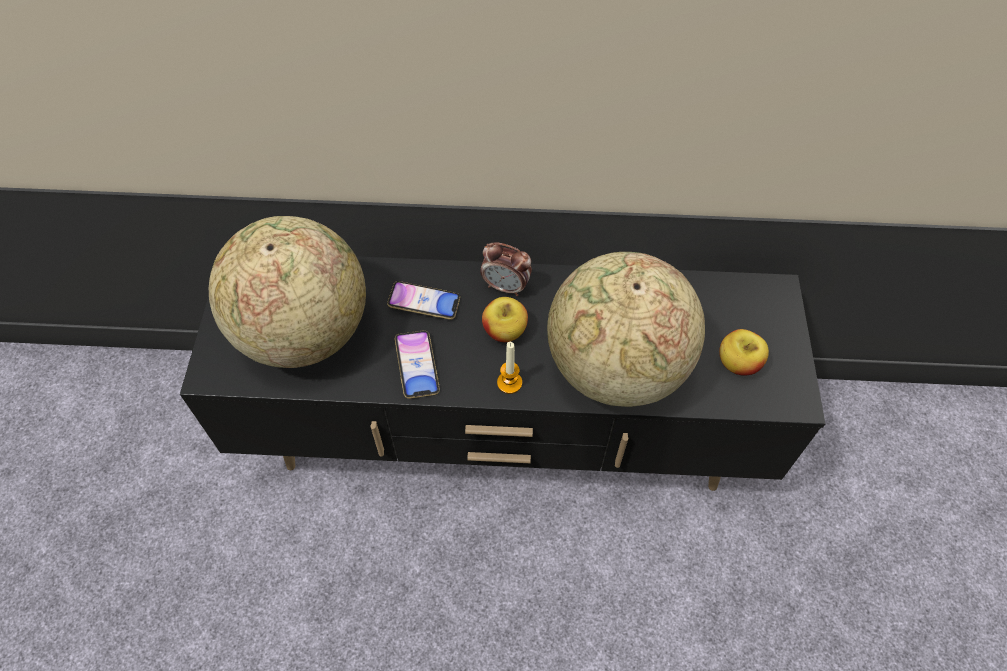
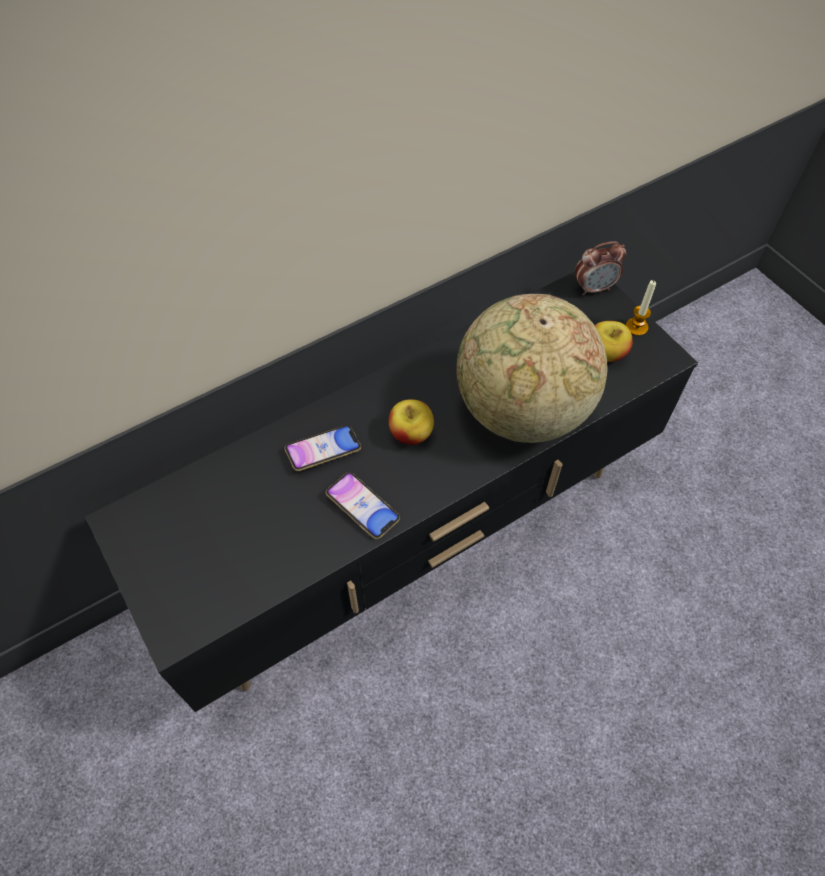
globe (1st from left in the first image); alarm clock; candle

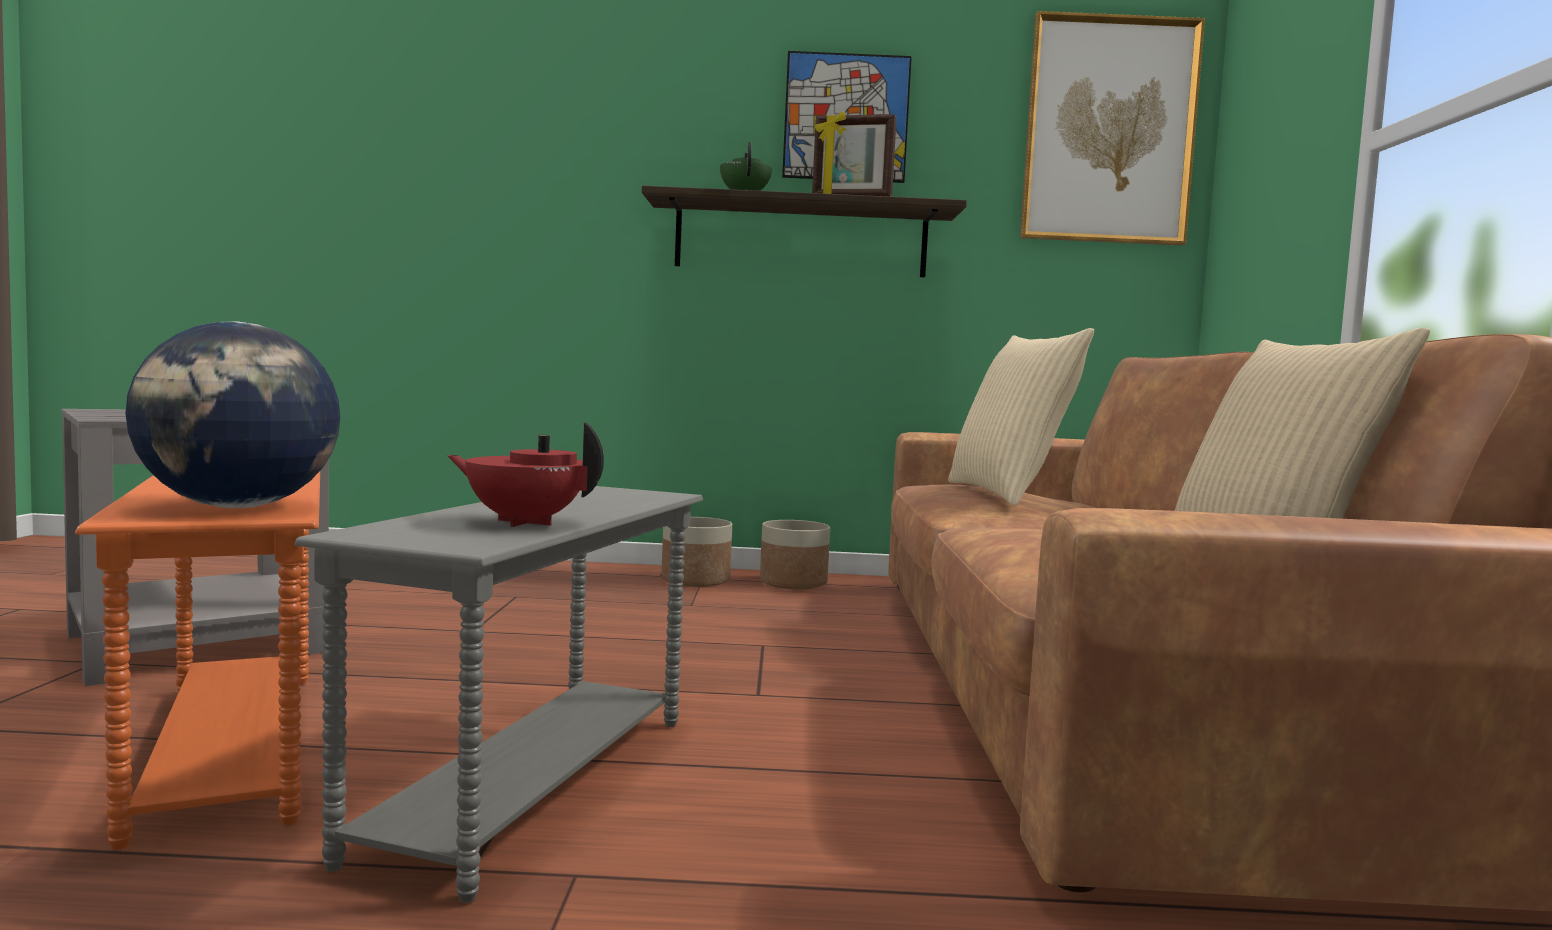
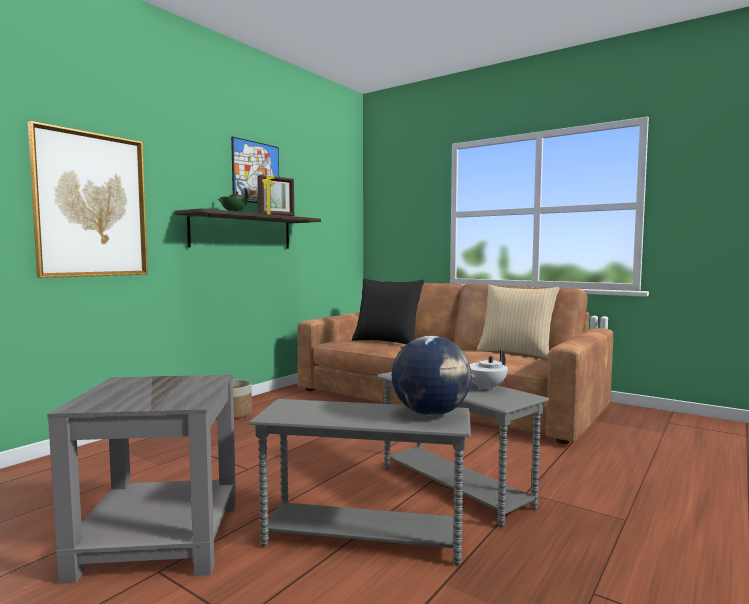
side table (grey) (2nd from left); teapot (white); planter (2nd from left in the first image); pillow (black); picture (1st from left)

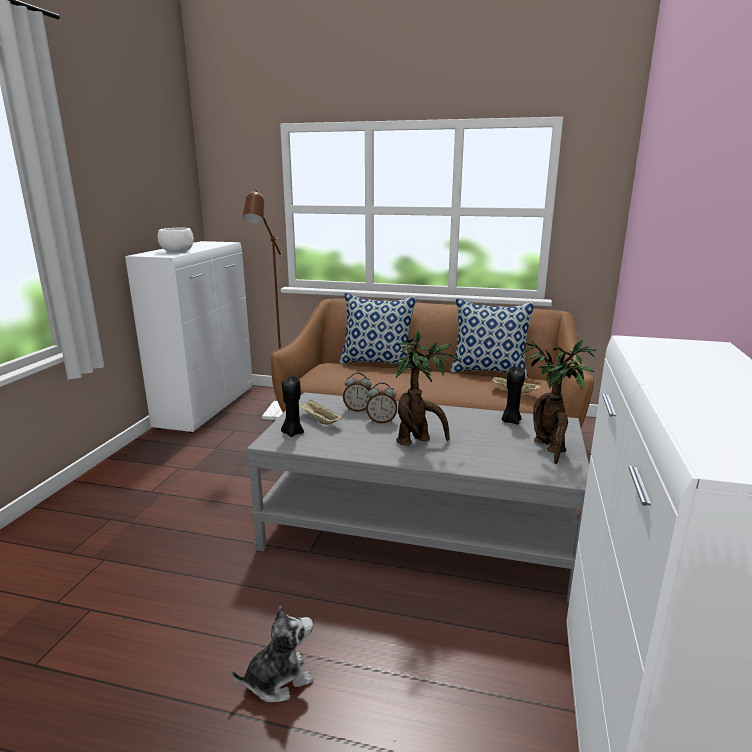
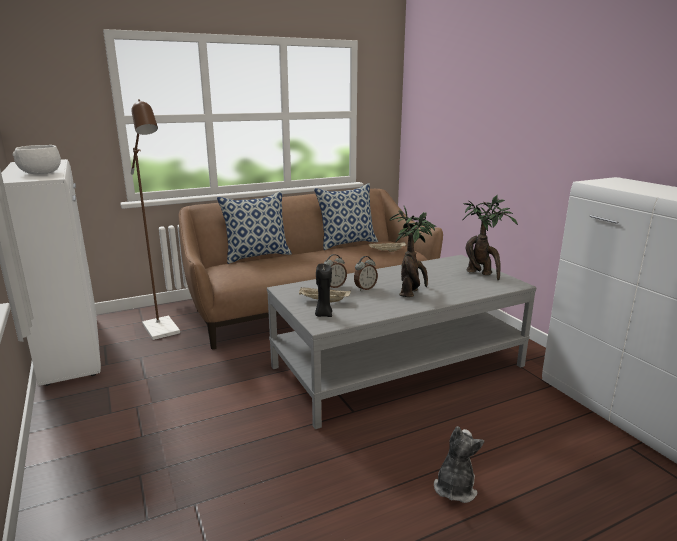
candle (black) (2nd from left in the first image)

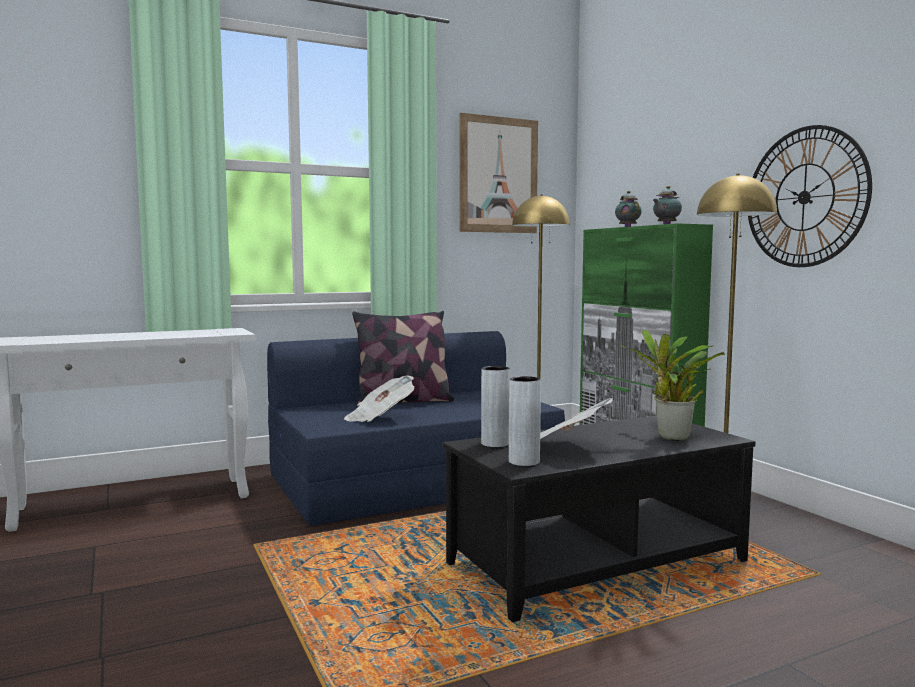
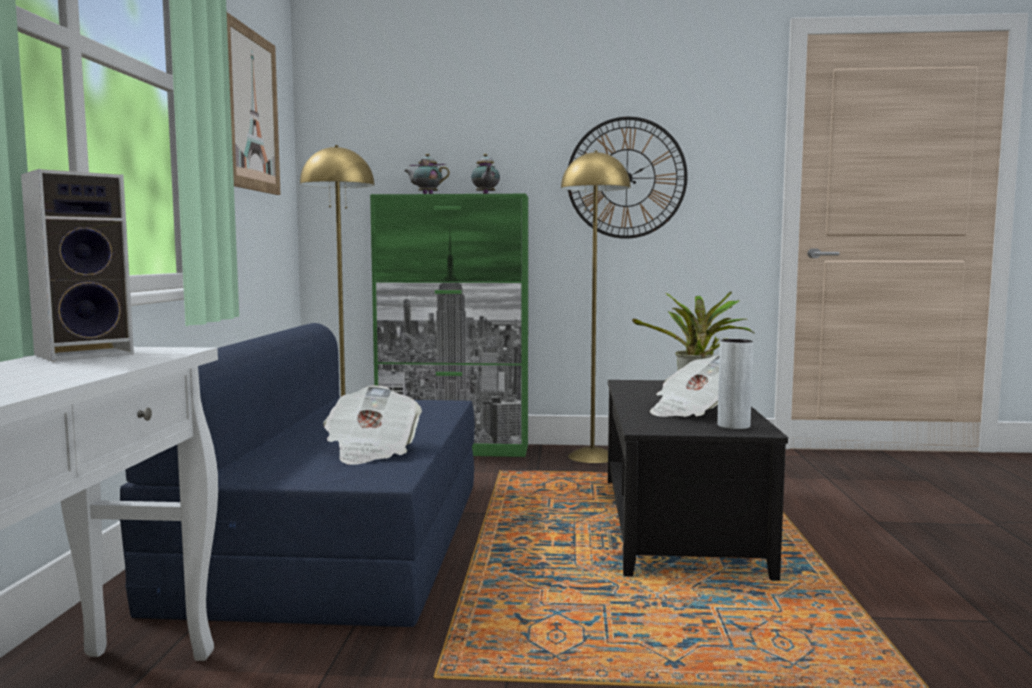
pillow; vase (grey) (1st from left in the first image); speaker

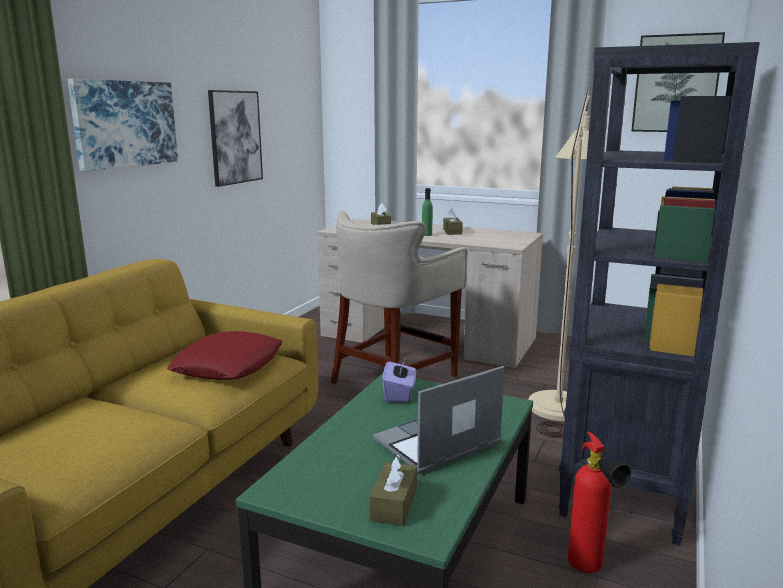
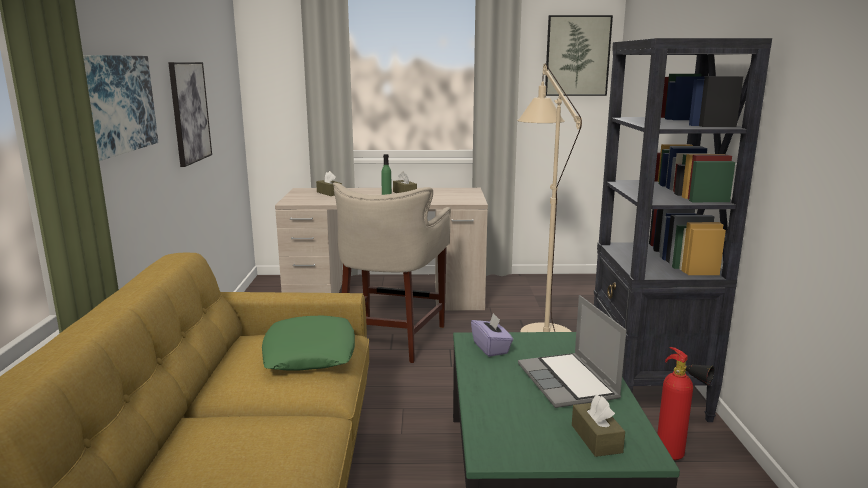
pillow (green); laptop

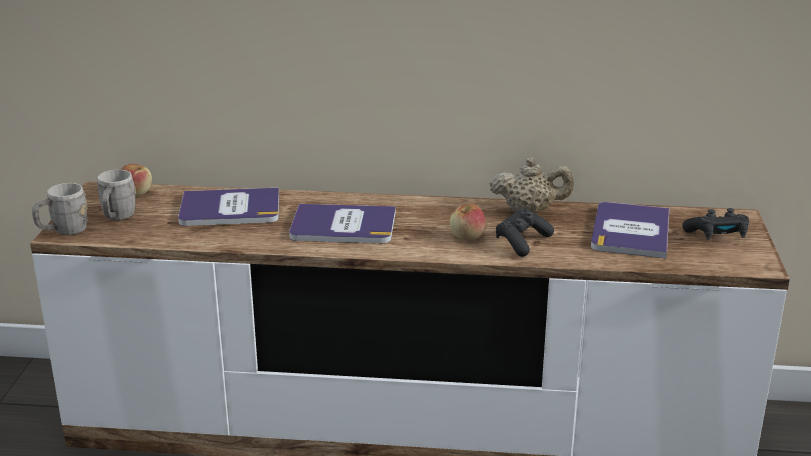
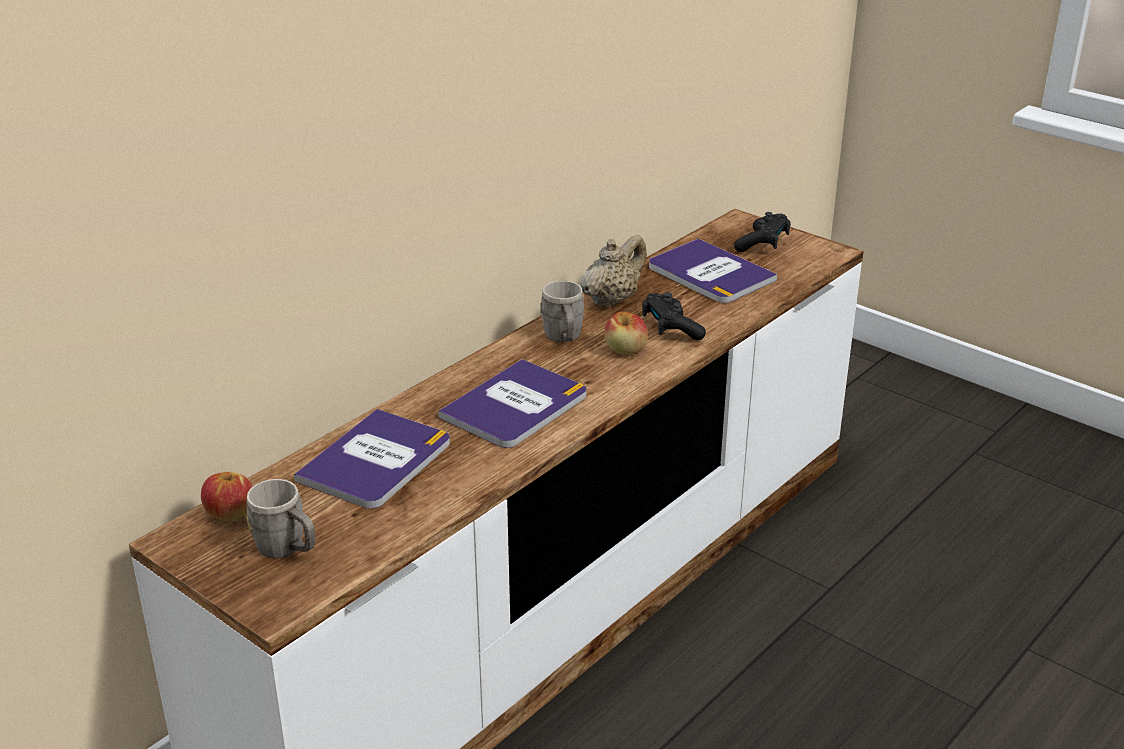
mug (grey) (2nd from left)

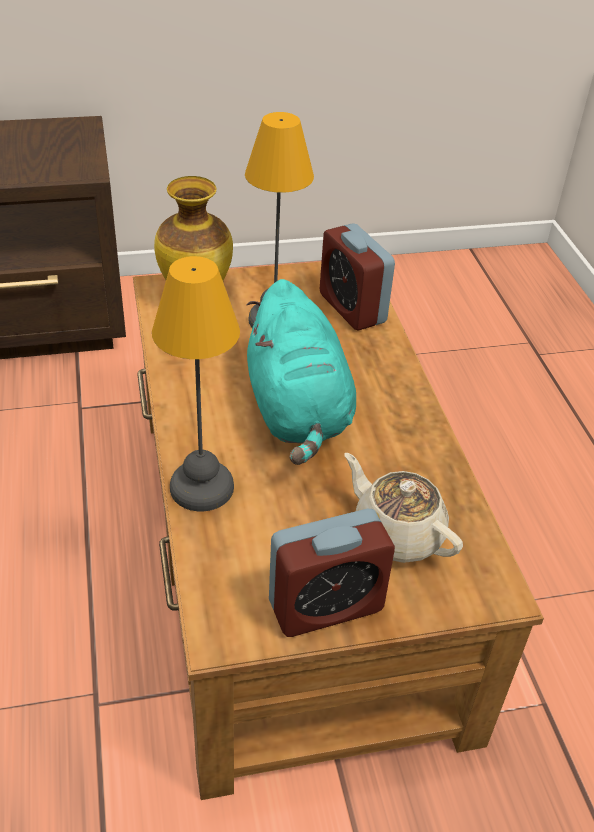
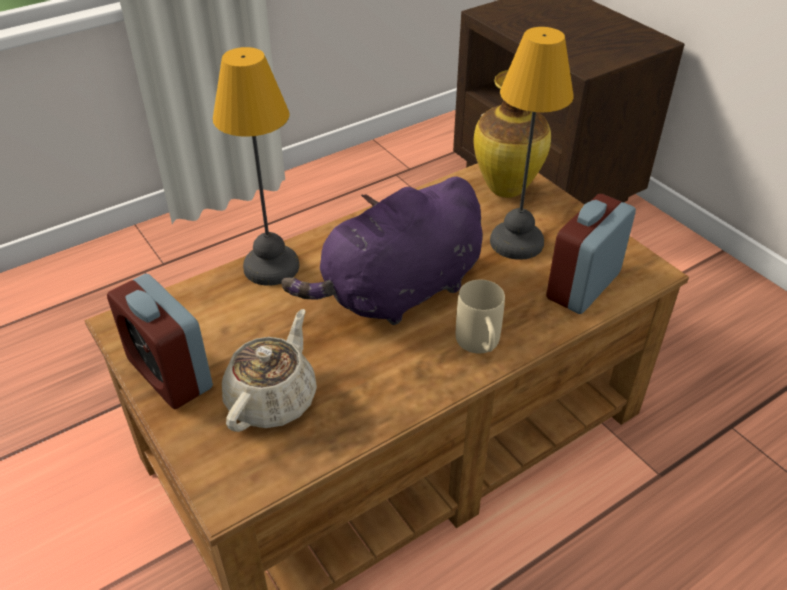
plush toy (purple); mug (beige)

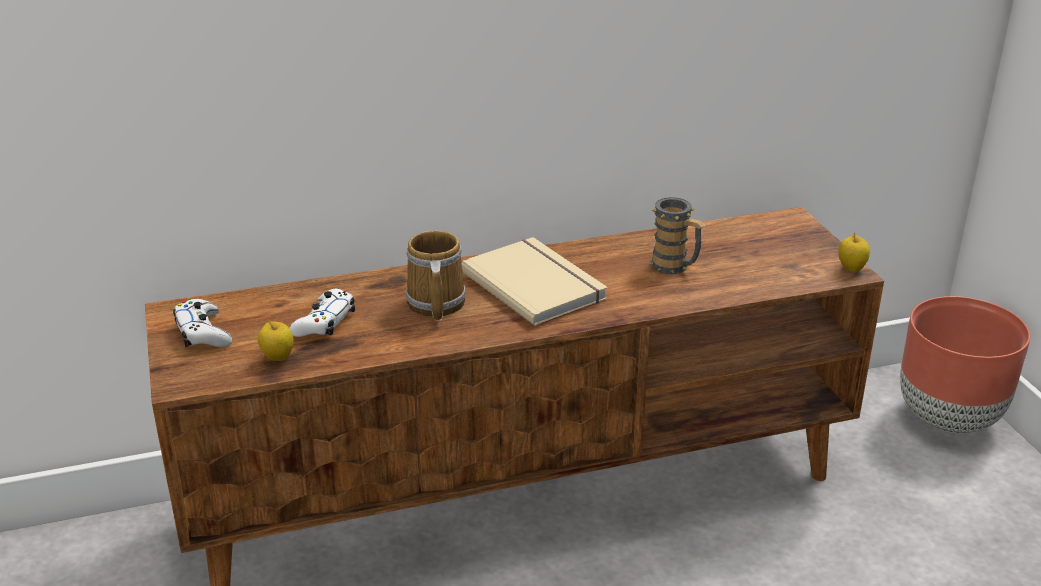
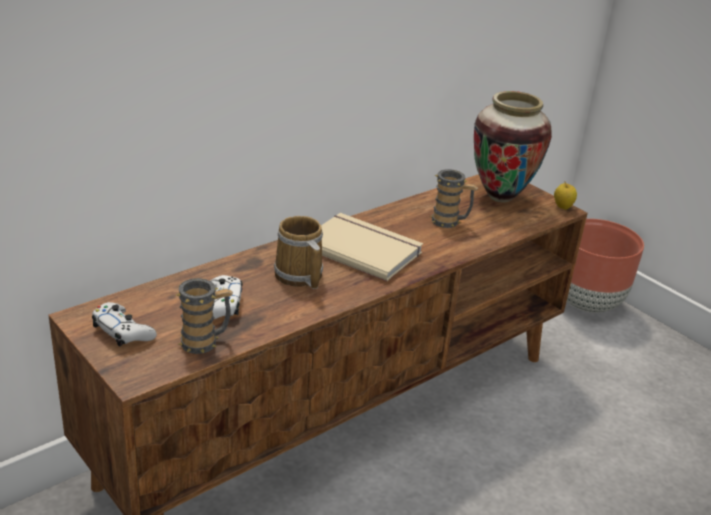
mug (1st from left); vase

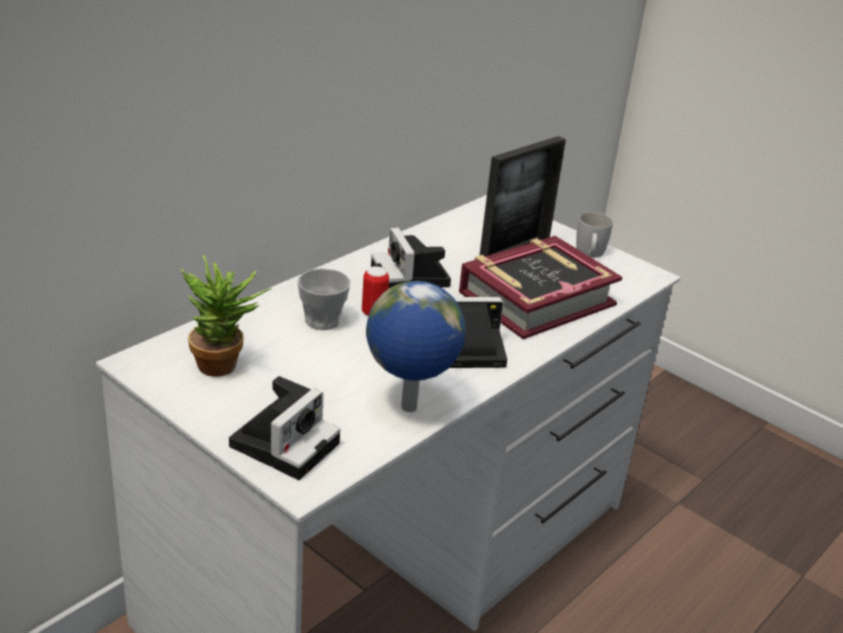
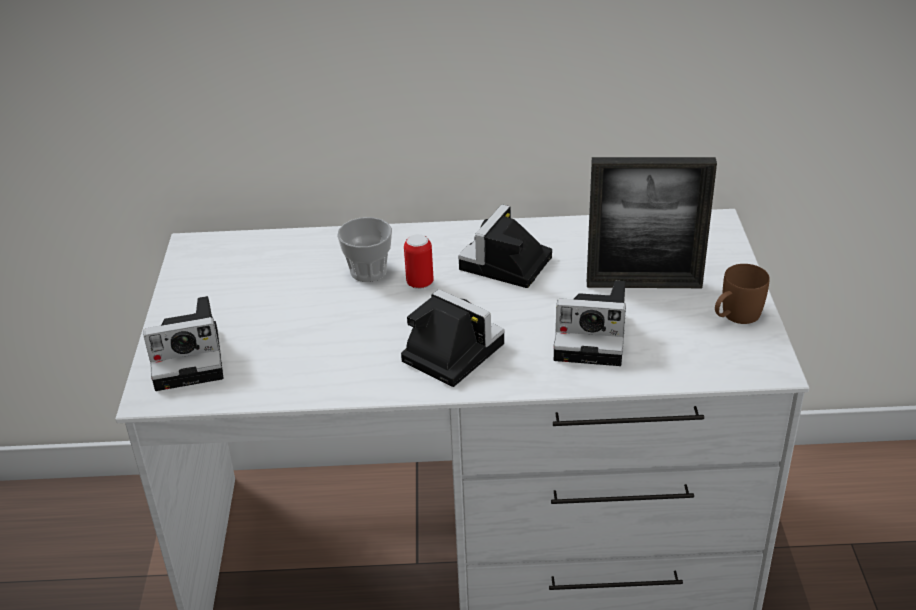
potted plant; globe; photo camera (4th from left); mug (brown)

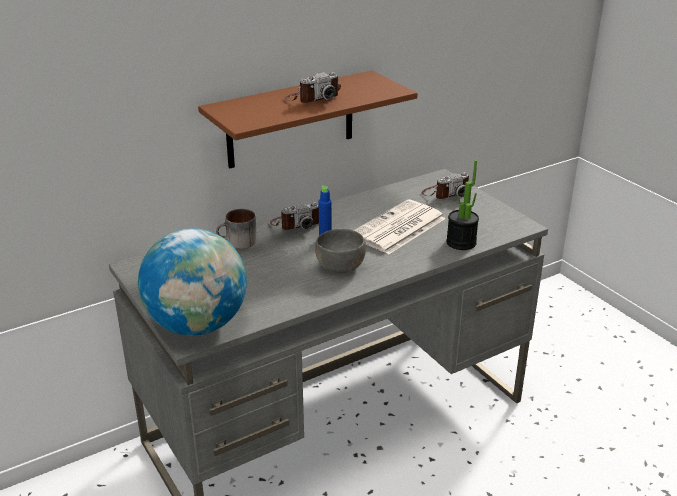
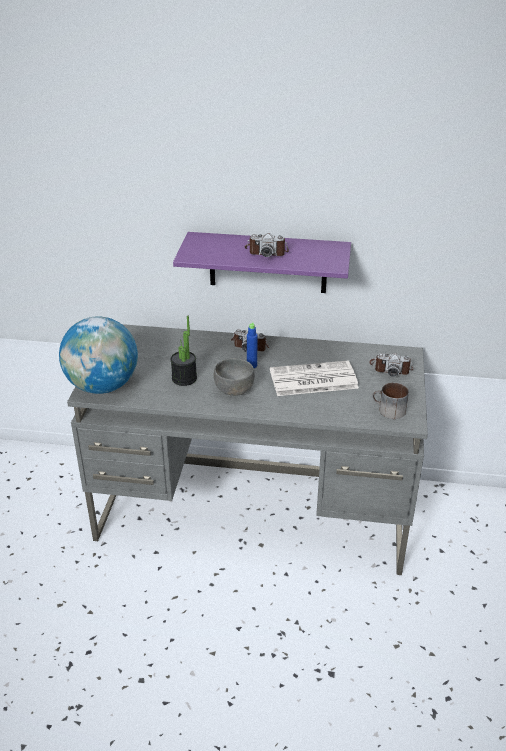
shelf (purple); mug; potted plant

